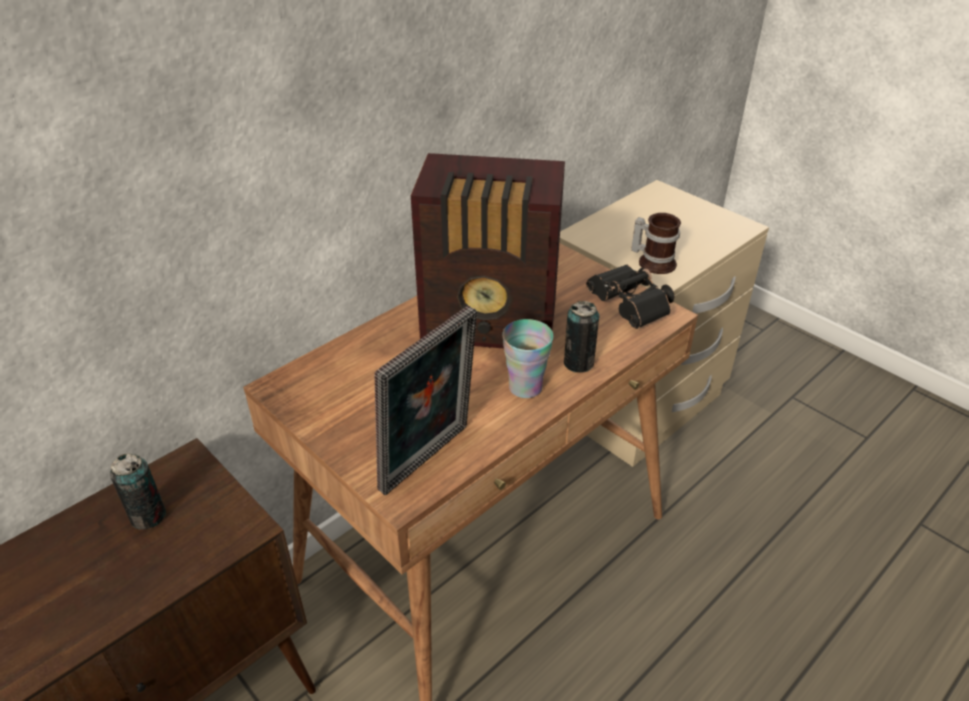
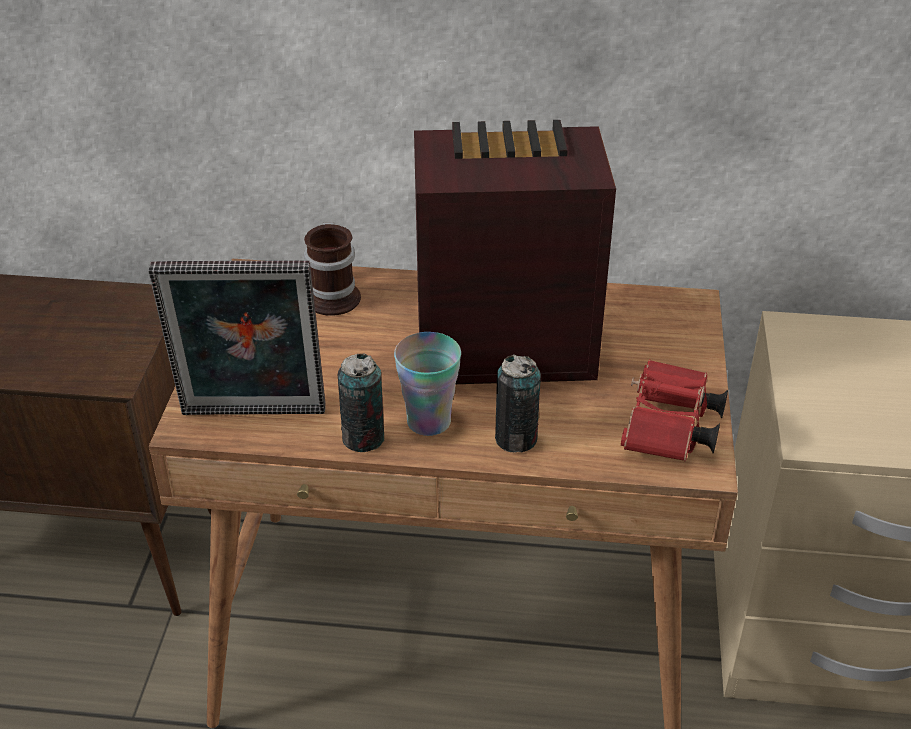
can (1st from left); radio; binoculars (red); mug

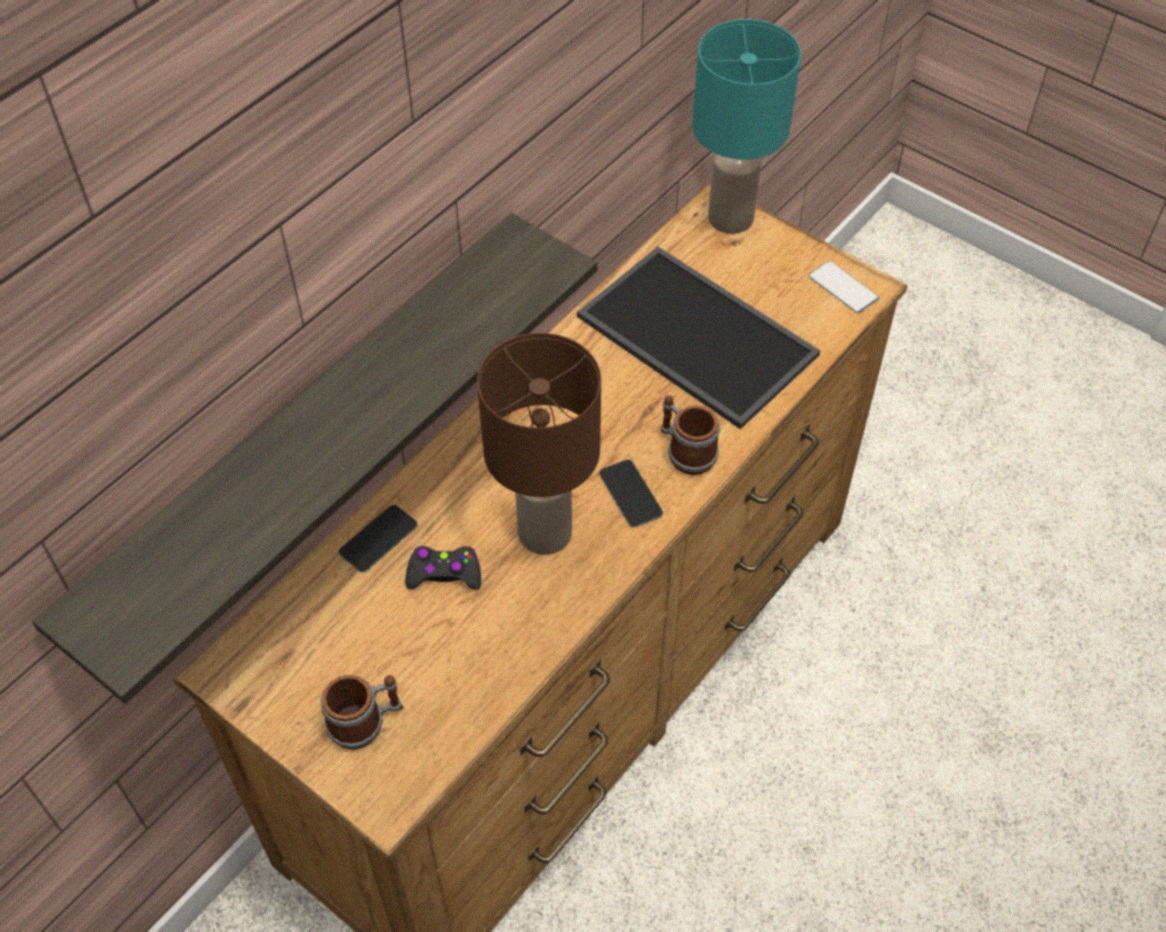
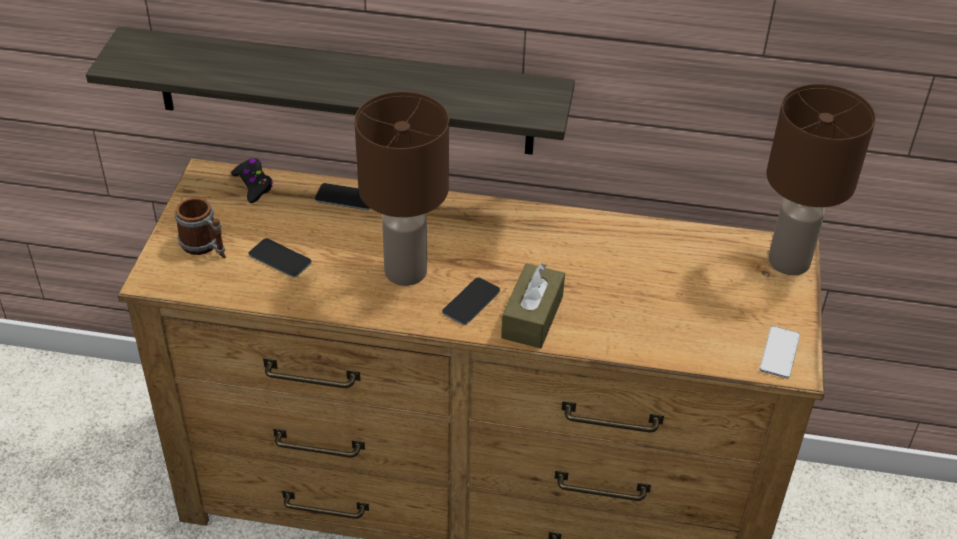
game controller (black); tray; tissue box (brown); table lamp (brown) (2nd from left); phone (1st from left)

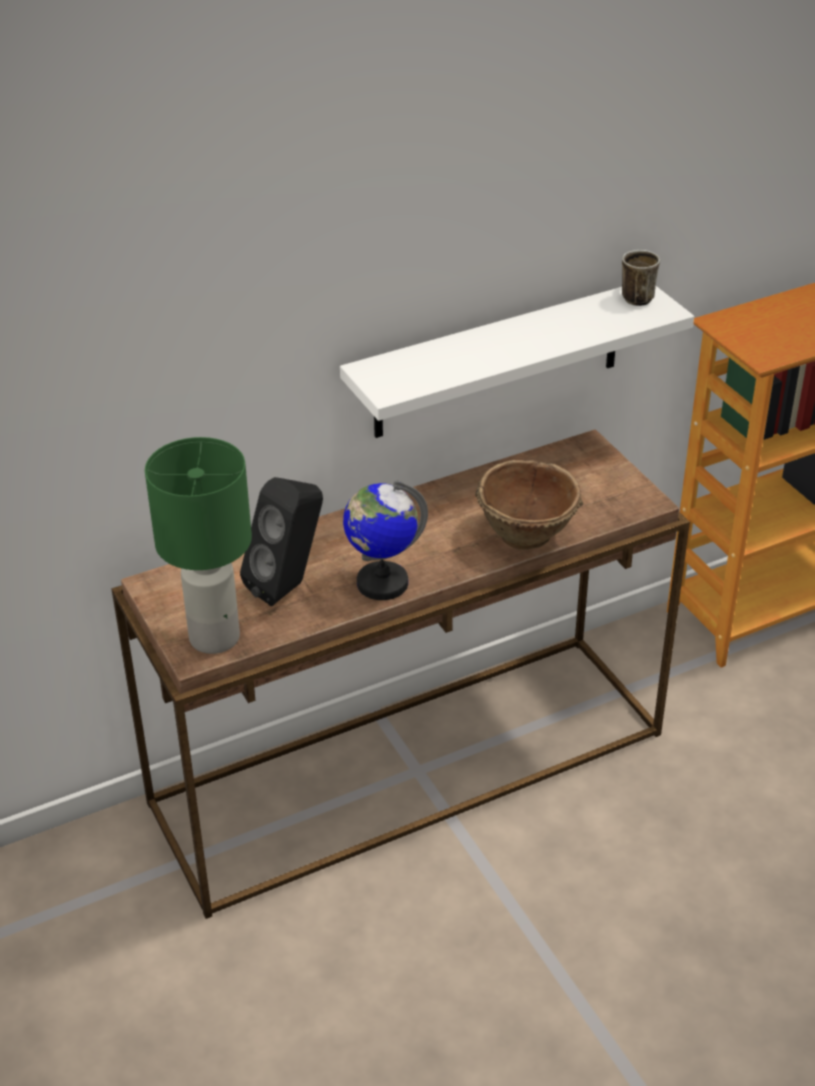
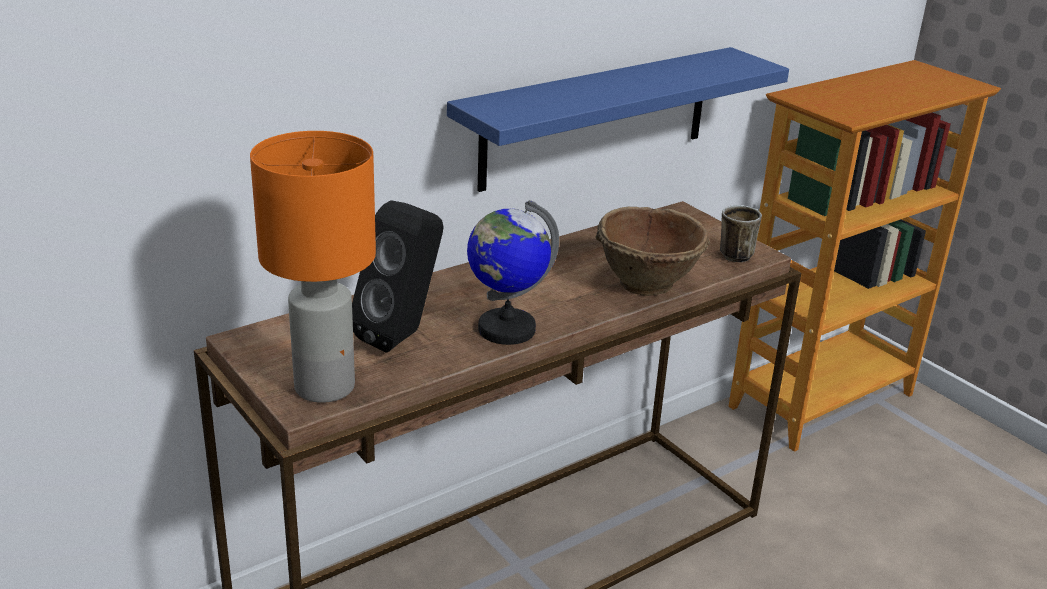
table lamp (orange); shelf (blue); mug

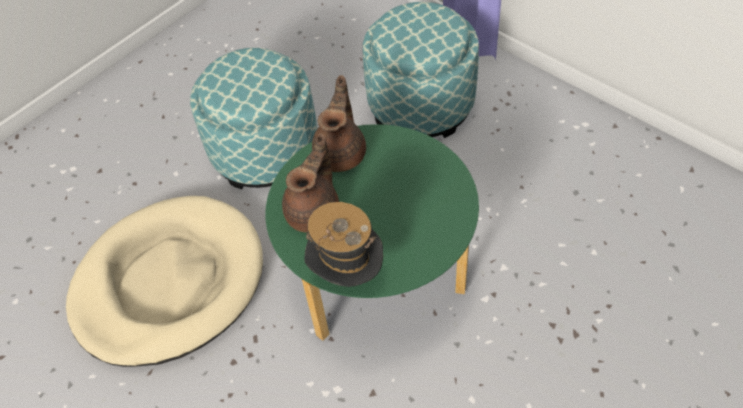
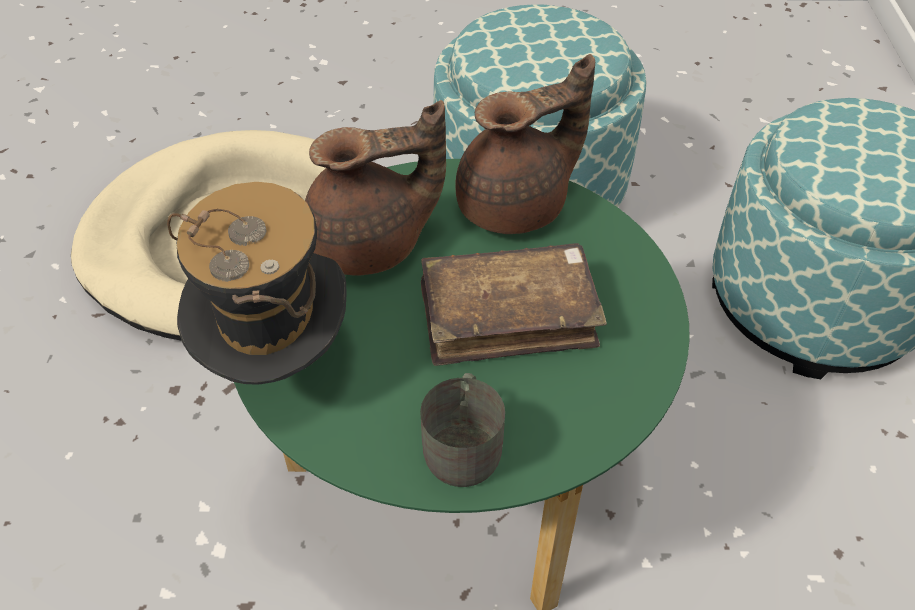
mug (grey); book (brown)

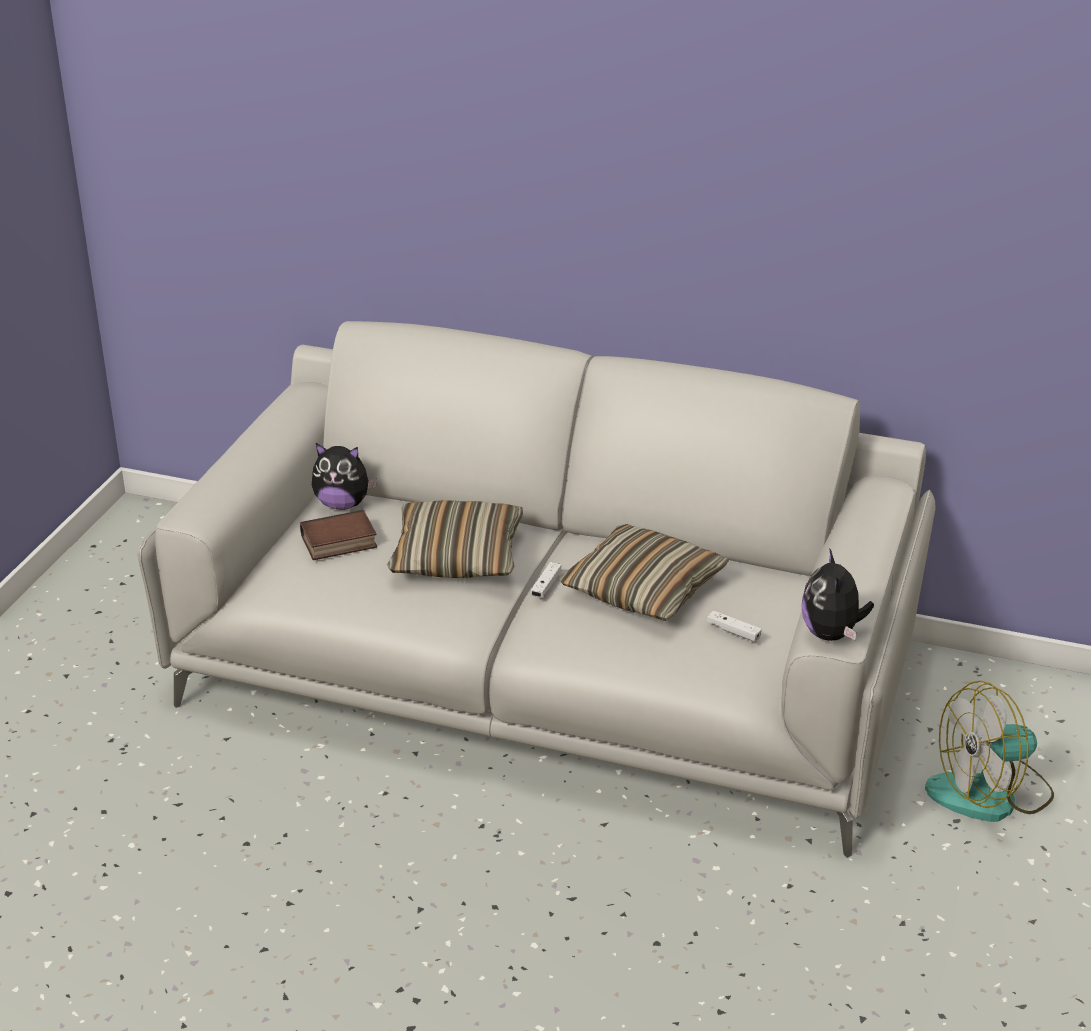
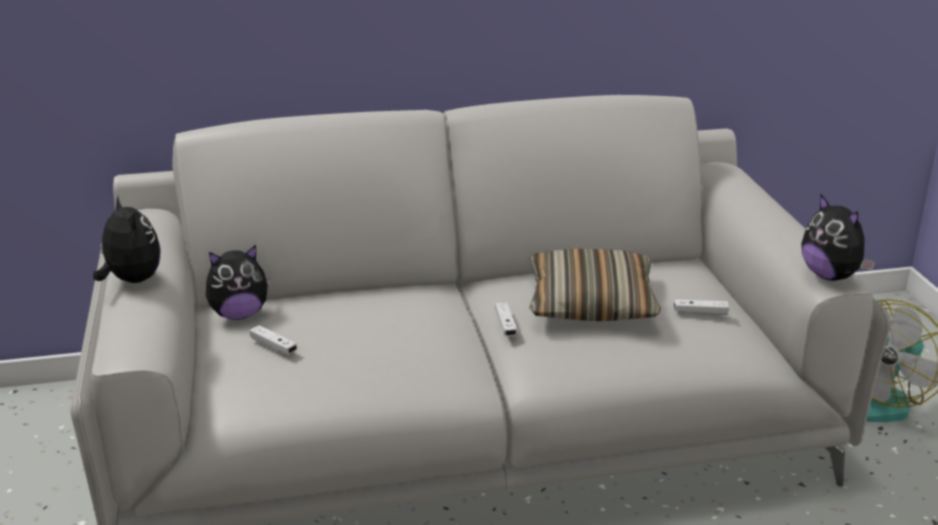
game controller (white) (1st from left); pillow (1st from left in the first image); plush toy (1st from left)

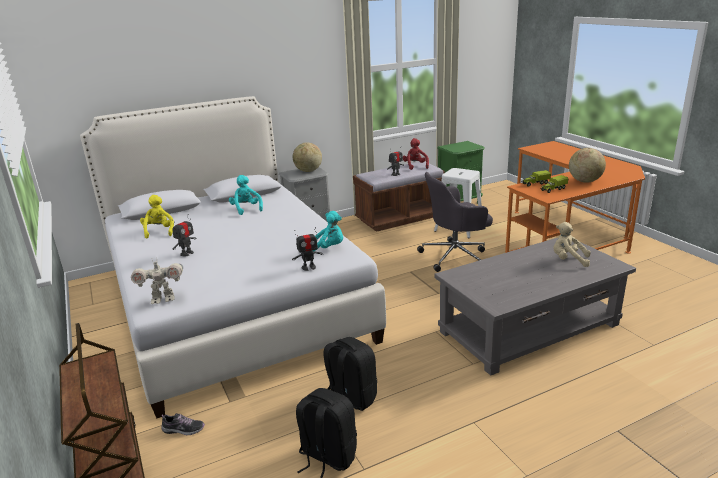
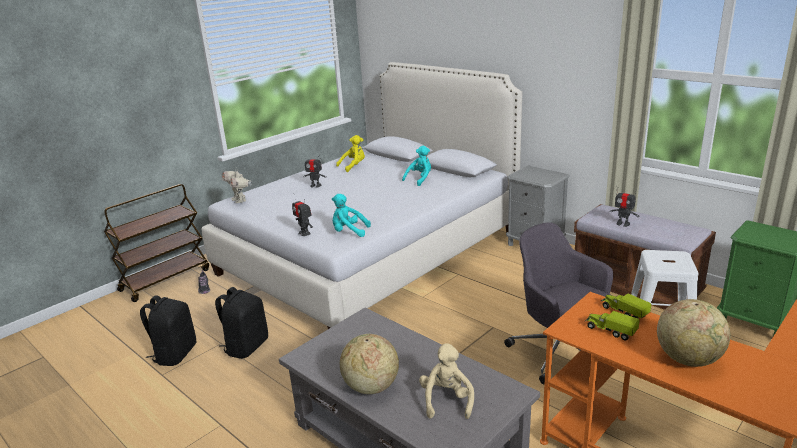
globe (1st from left); plush toy (turquoise) (1st from left); plush toy (red)

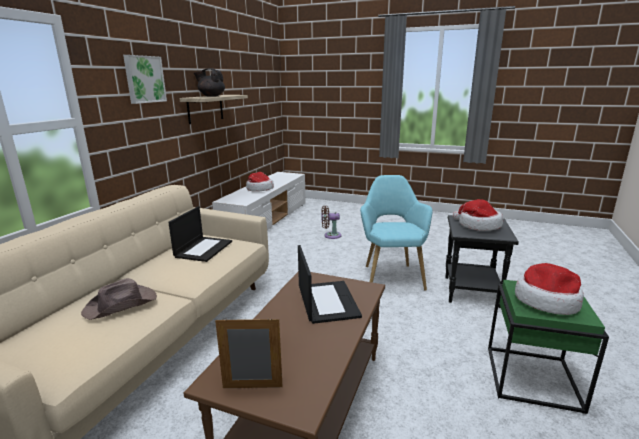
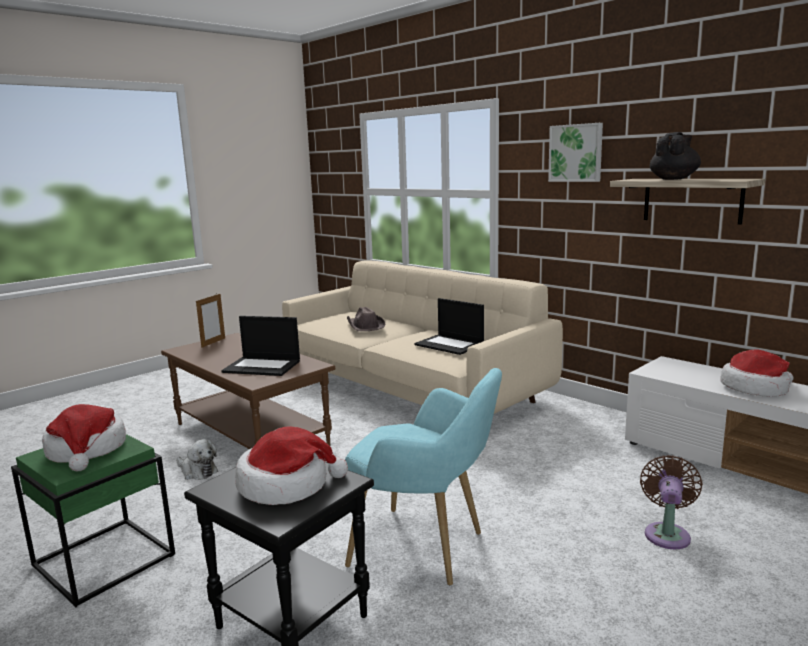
plush toy

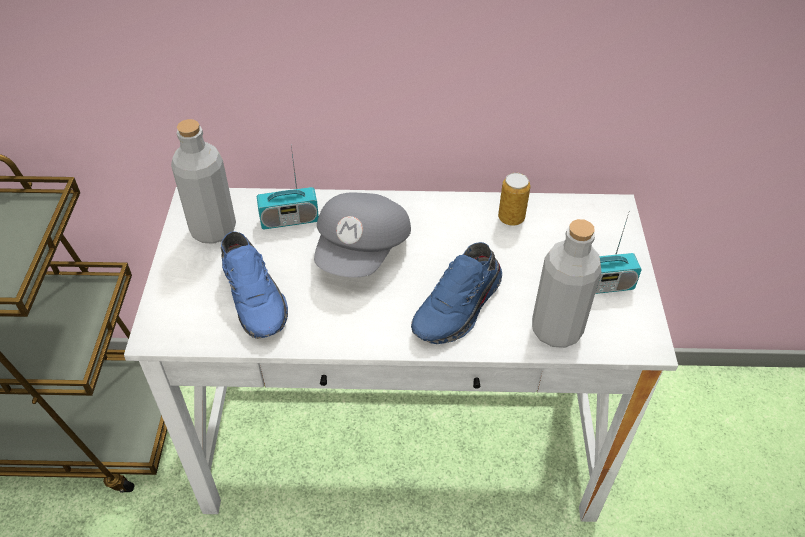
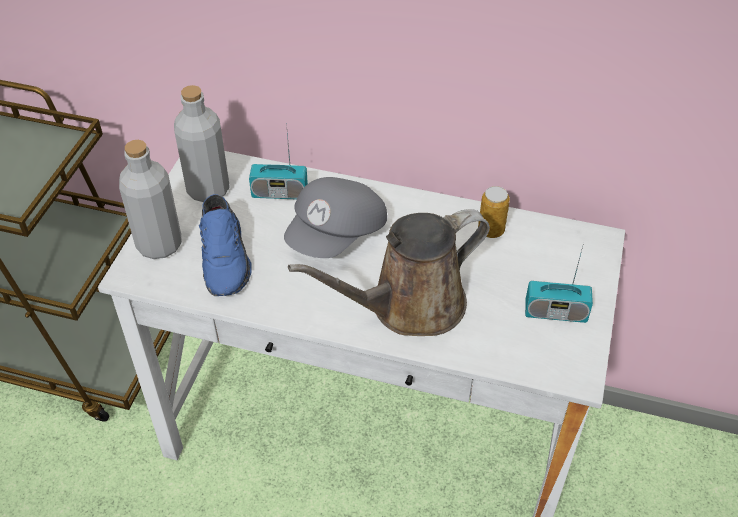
watering can (brown); bottle (grey) (1st from left)

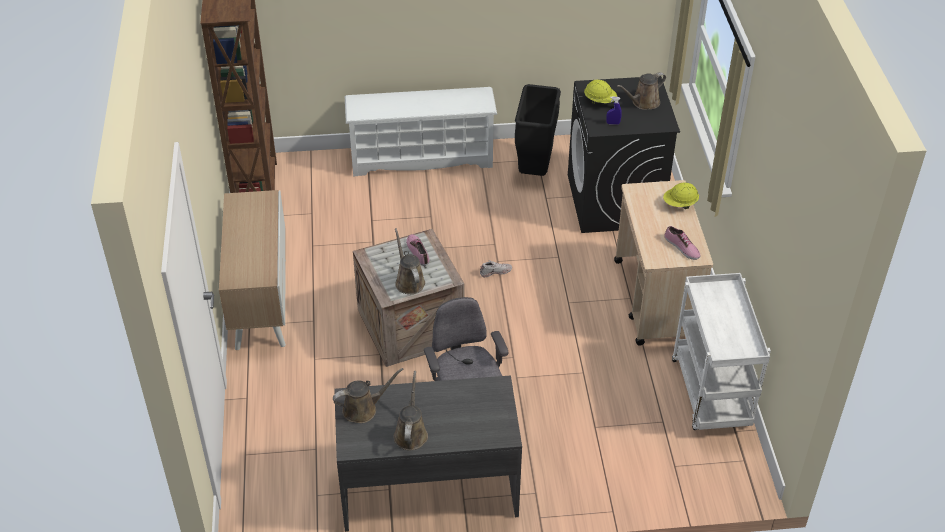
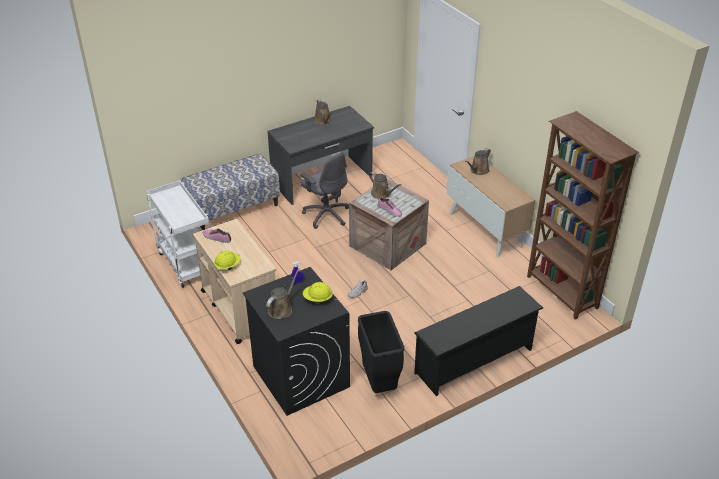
watering can (brown) (4th from left); shoe rack (black); bench

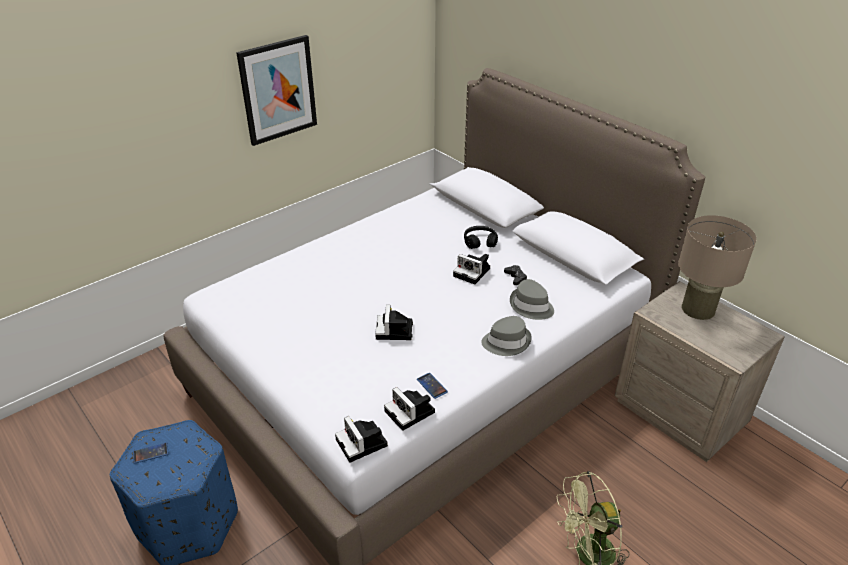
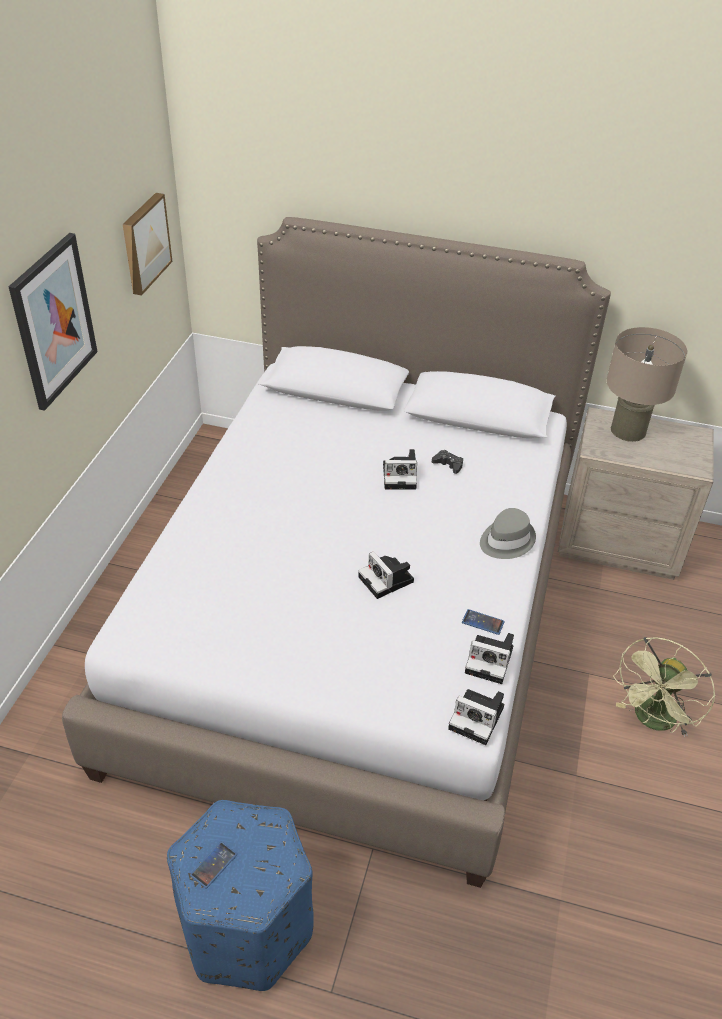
headphones (black); hat (grey) (2nd from left in the first image); picture (2nd from left)

